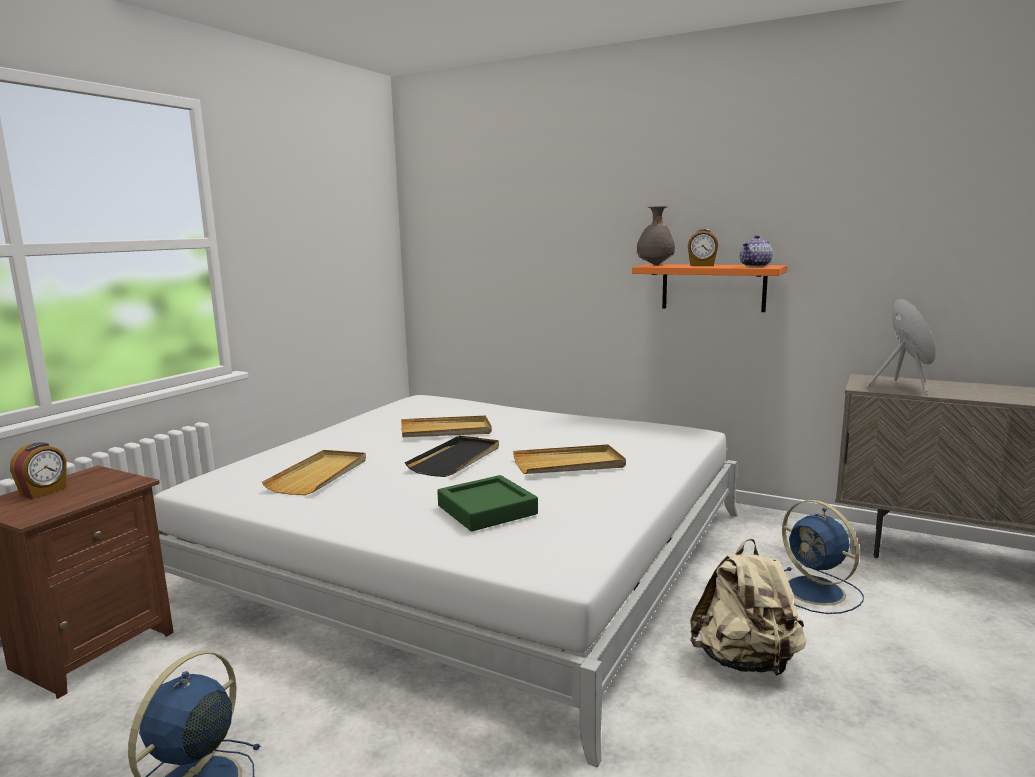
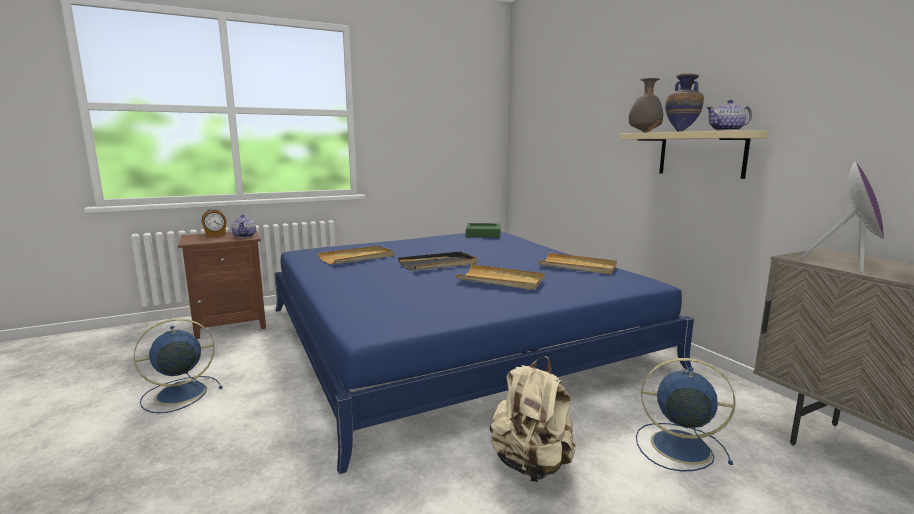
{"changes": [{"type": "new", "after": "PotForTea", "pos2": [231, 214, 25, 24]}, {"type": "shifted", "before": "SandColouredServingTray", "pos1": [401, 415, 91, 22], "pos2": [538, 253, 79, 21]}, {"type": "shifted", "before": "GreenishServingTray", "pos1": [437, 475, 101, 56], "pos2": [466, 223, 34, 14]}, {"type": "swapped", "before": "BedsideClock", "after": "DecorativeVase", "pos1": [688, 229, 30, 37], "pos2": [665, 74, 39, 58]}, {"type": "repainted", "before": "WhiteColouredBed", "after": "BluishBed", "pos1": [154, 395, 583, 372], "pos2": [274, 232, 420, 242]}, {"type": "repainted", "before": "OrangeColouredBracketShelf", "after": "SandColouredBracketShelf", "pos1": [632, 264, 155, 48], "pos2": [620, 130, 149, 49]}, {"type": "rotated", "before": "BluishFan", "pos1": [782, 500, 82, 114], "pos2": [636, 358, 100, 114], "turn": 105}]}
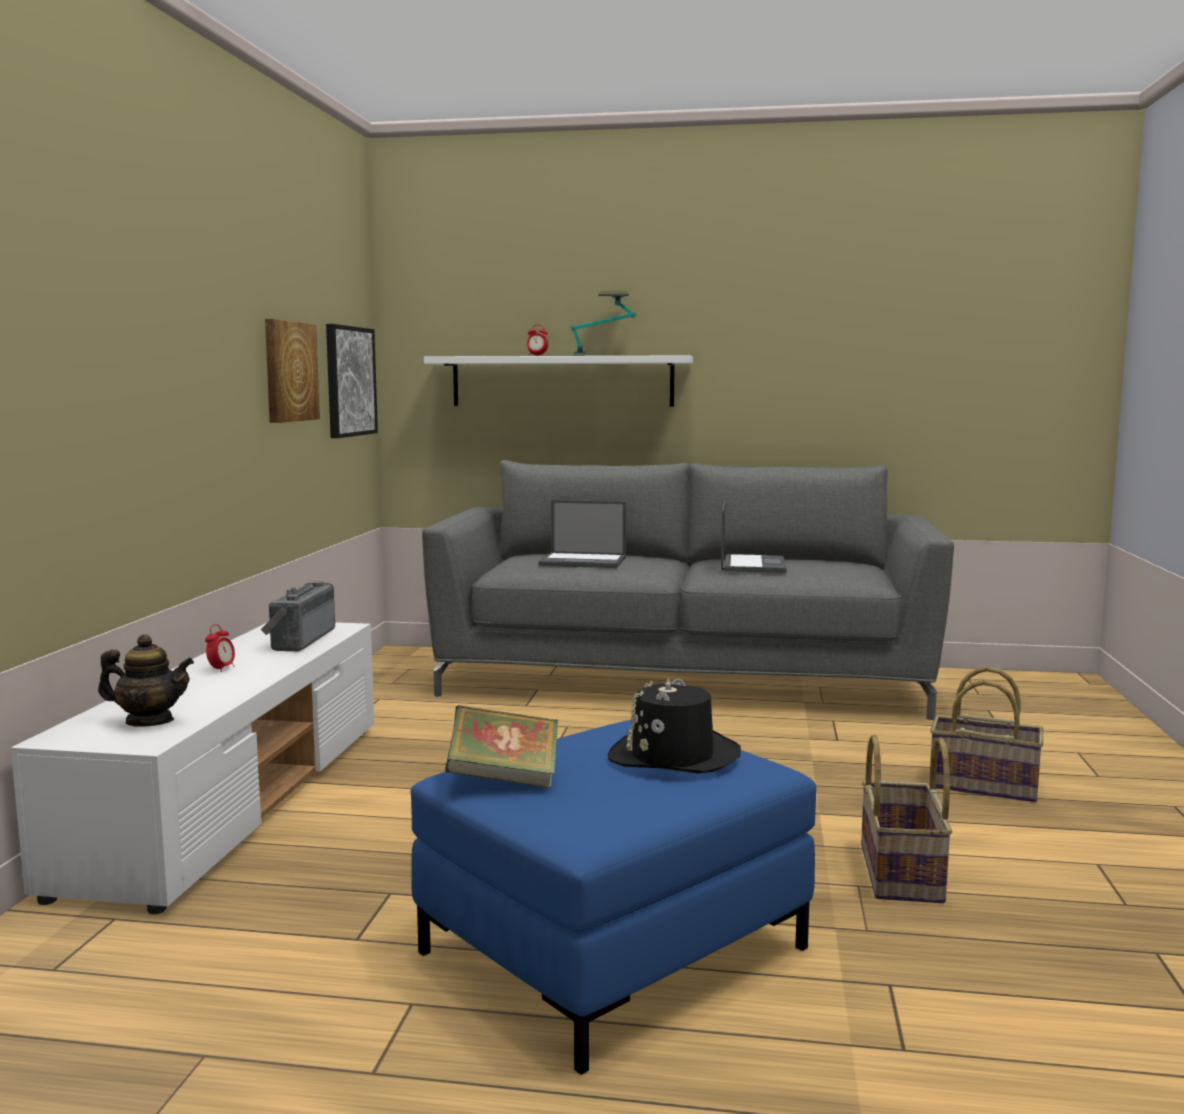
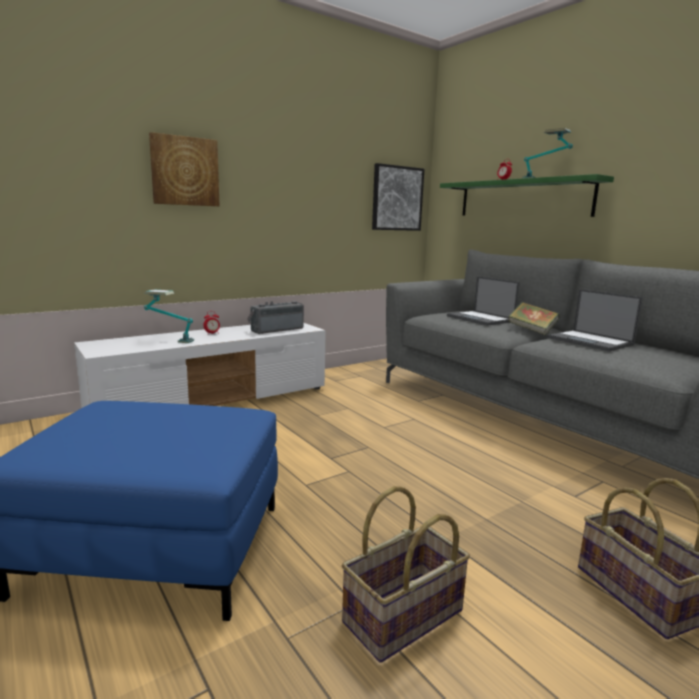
{"changes": [{"type": "gone", "before": "PotForTea", "pos1": [98, 634, 96, 93]}, {"type": "gone", "before": "BlackWearableHat", "pos1": [608, 677, 133, 96]}, {"type": "new", "after": "TabletopLamp", "pos2": [144, 289, 50, 54]}, {"type": "shifted", "before": "WallPicture", "pos1": [265, 319, 55, 104], "pos2": [149, 132, 71, 74]}, {"type": "shifted", "before": "BoundBook", "pos1": [445, 705, 113, 83], "pos2": [508, 302, 52, 33]}, {"type": "repainted", "before": "WhiteColouredBracketShelf", "after": "GreenishBracketShelf", "pos1": [424, 355, 269, 52], "pos2": [440, 174, 174, 43]}, {"type": "rotated", "before": "NotebookComputer", "pos1": [721, 501, 65, 72], "pos2": [547, 289, 96, 63], "turn": 90}]}
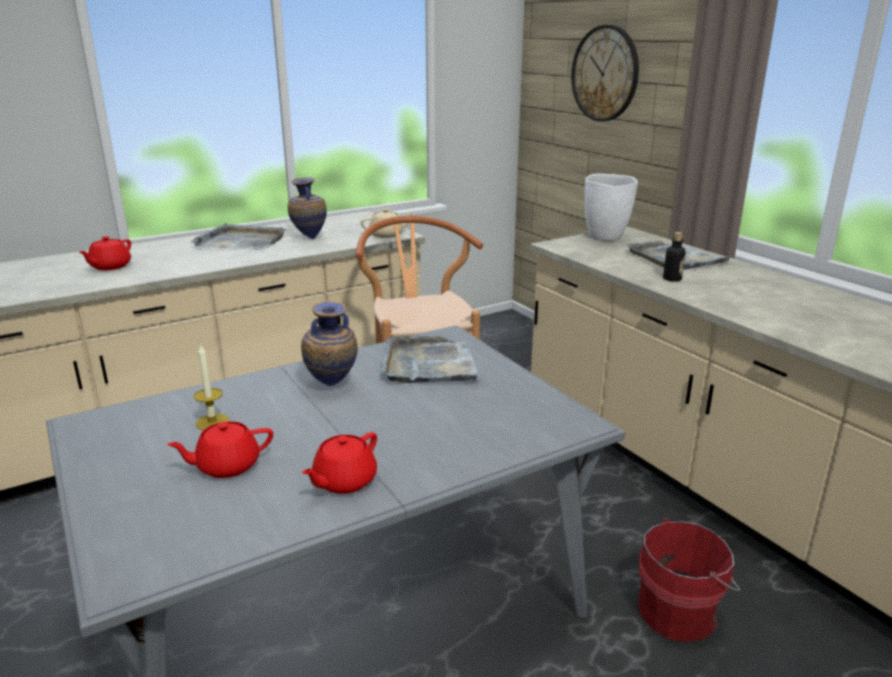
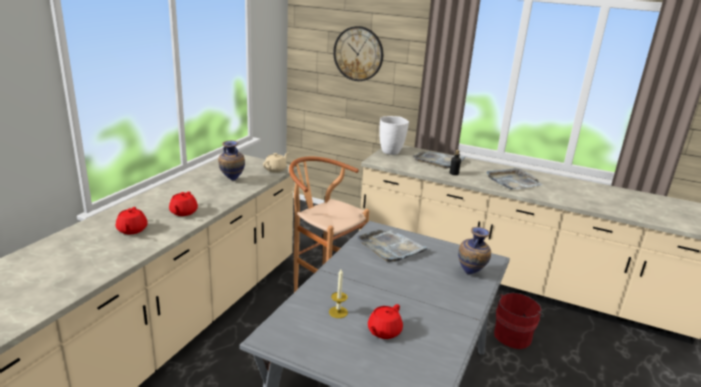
{"changes": [{"type": "shifted", "before": "GreyServingTray", "pos1": [190, 223, 96, 27], "pos2": [486, 168, 57, 21]}, {"type": "shifted", "before": "DecorativeVase", "pos1": [301, 301, 57, 85], "pos2": [458, 227, 33, 47]}, {"type": "shifted", "before": "RedPotForTea", "pos1": [302, 432, 75, 62], "pos2": [169, 191, 29, 25]}]}
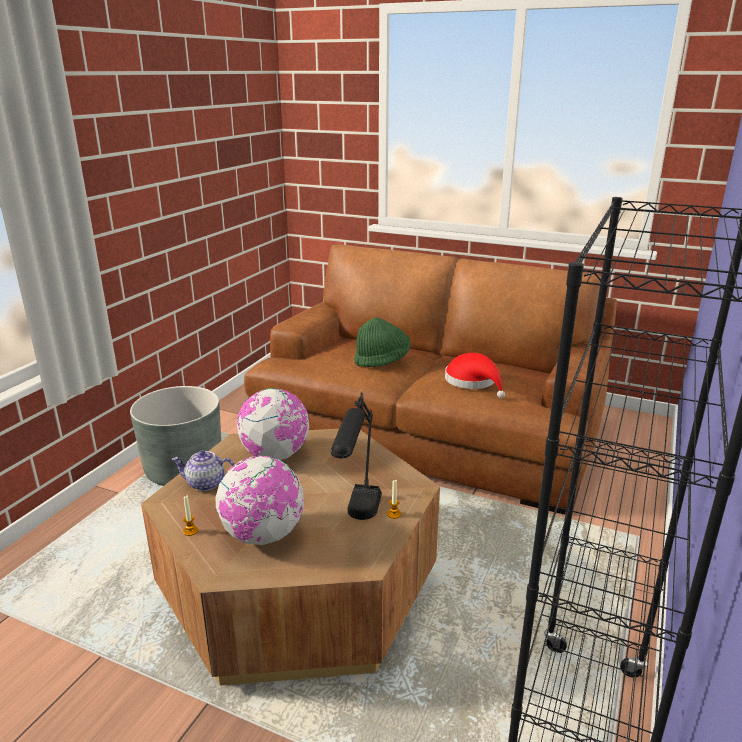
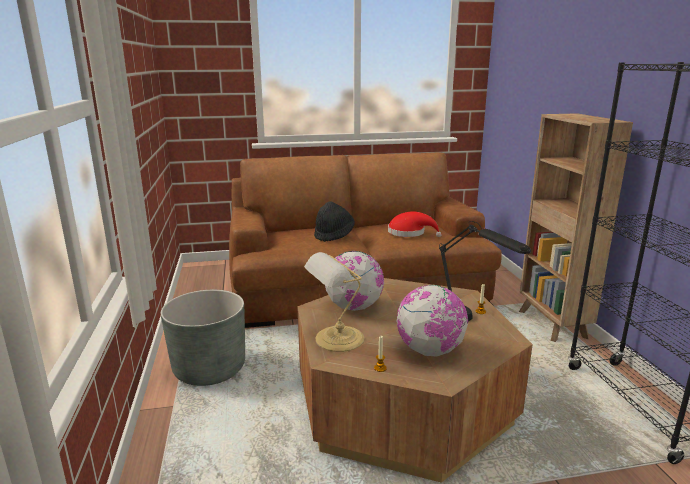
{"changes": [{"type": "new", "after": "BrownishBookcase", "pos2": [519, 113, 114, 229]}, {"type": "swapped", "before": "PotForTea", "after": "TabletopLamp", "pos1": [171, 450, 64, 41], "pos2": [304, 252, 60, 100]}, {"type": "repainted", "before": "GreenishWearableHat", "after": "BlackWearableHat", "pos1": [354, 317, 57, 50], "pos2": [314, 202, 41, 40]}]}
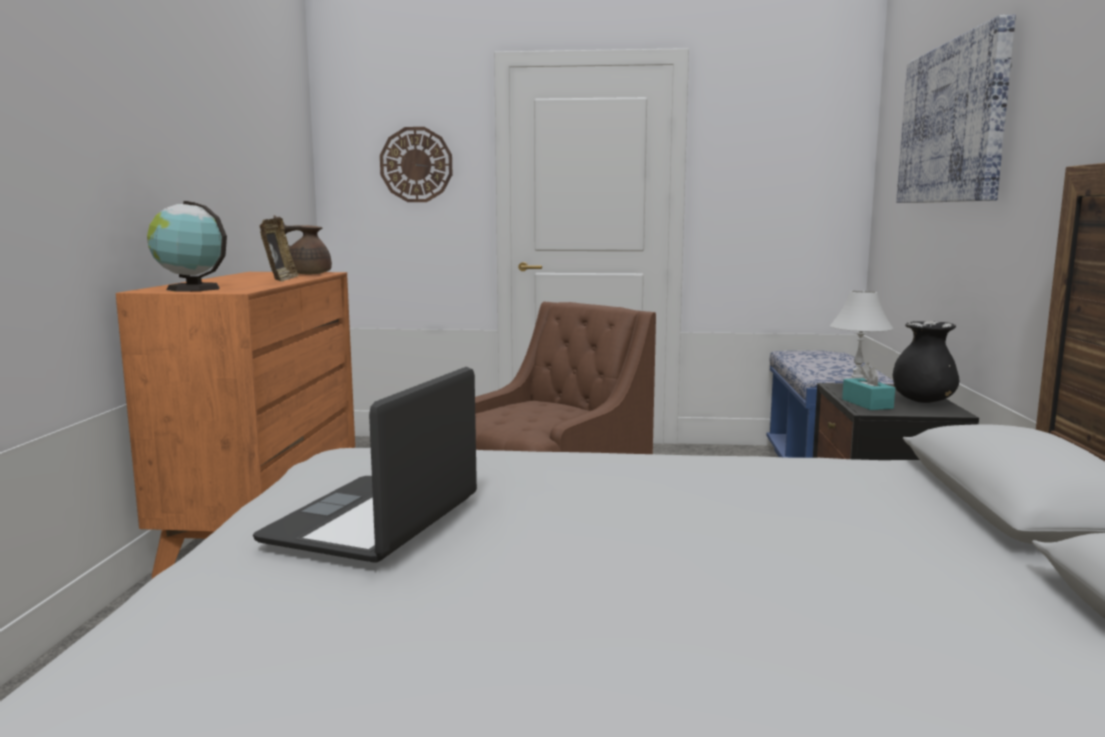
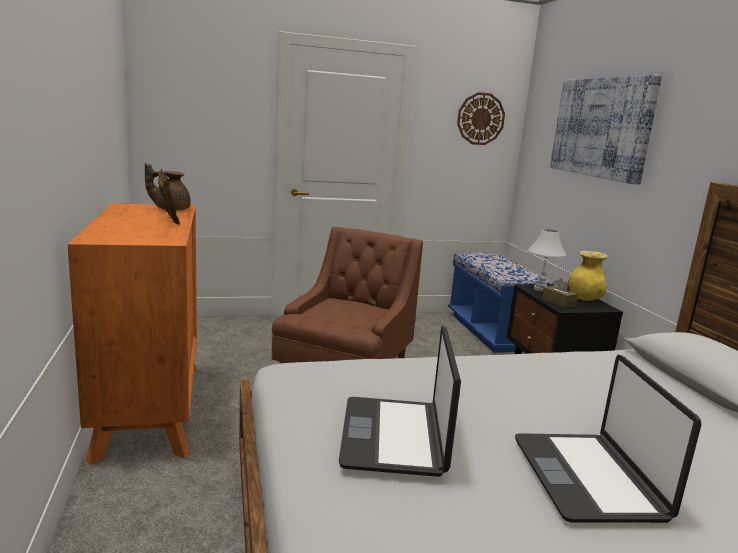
{"changes": [{"type": "gone", "before": "Globe", "pos1": [147, 201, 80, 91]}, {"type": "new", "after": "NotebookComputer", "pos2": [515, 355, 186, 168]}, {"type": "shifted", "before": "ClockOnTheWall", "pos1": [380, 127, 73, 75], "pos2": [457, 92, 48, 53]}, {"type": "repainted", "before": "TurquoiseBoxOfTissues", "after": "BrownishBoxOfTissues", "pos1": [842, 363, 53, 47], "pos2": [542, 278, 36, 30]}, {"type": "repainted", "before": "BlackDecorativeVase", "after": "YellowishDecorativeVase", "pos1": [893, 321, 66, 82], "pos2": [568, 251, 40, 50]}]}
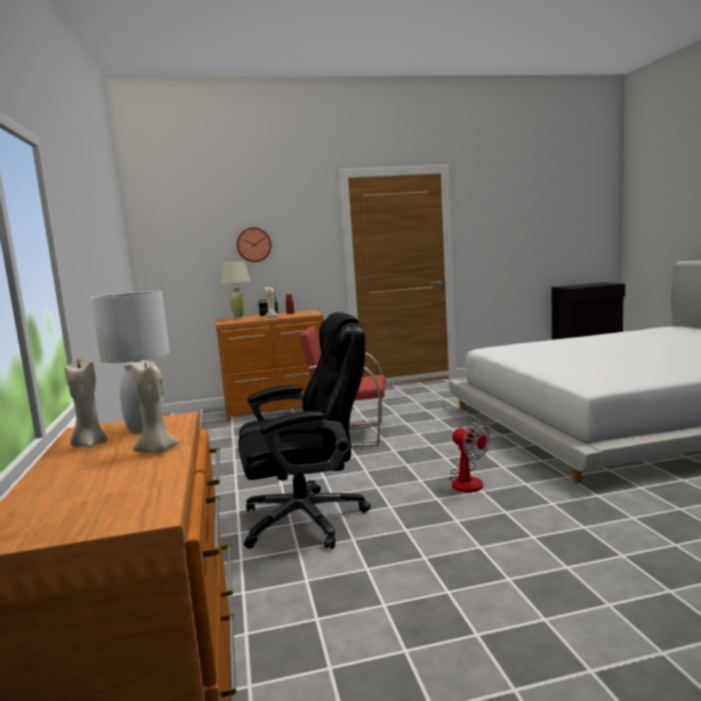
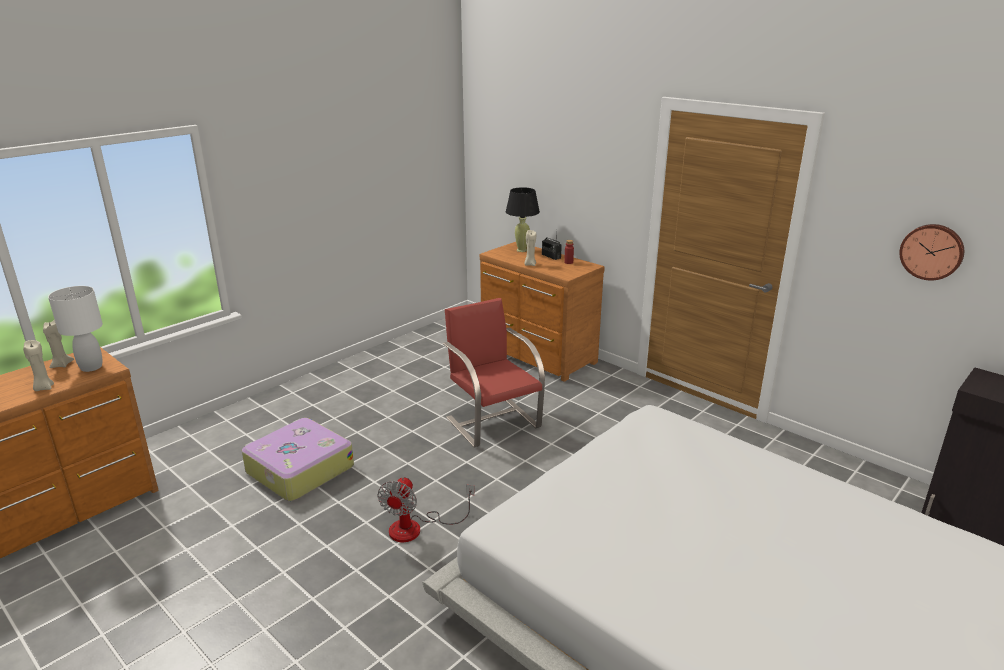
{"changes": [{"type": "shifted", "before": "ClockOnTheWall", "pos1": [237, 227, 34, 35], "pos2": [899, 224, 65, 56]}, {"type": "swapped", "before": "BlackDeskChair", "after": "Suitcase", "pos1": [238, 312, 133, 237], "pos2": [242, 418, 112, 83]}, {"type": "repainted", "before": "SandColouredTabletopLamp", "after": "BlackTabletopLamp", "pos1": [220, 262, 31, 57], "pos2": [506, 187, 34, 65]}]}
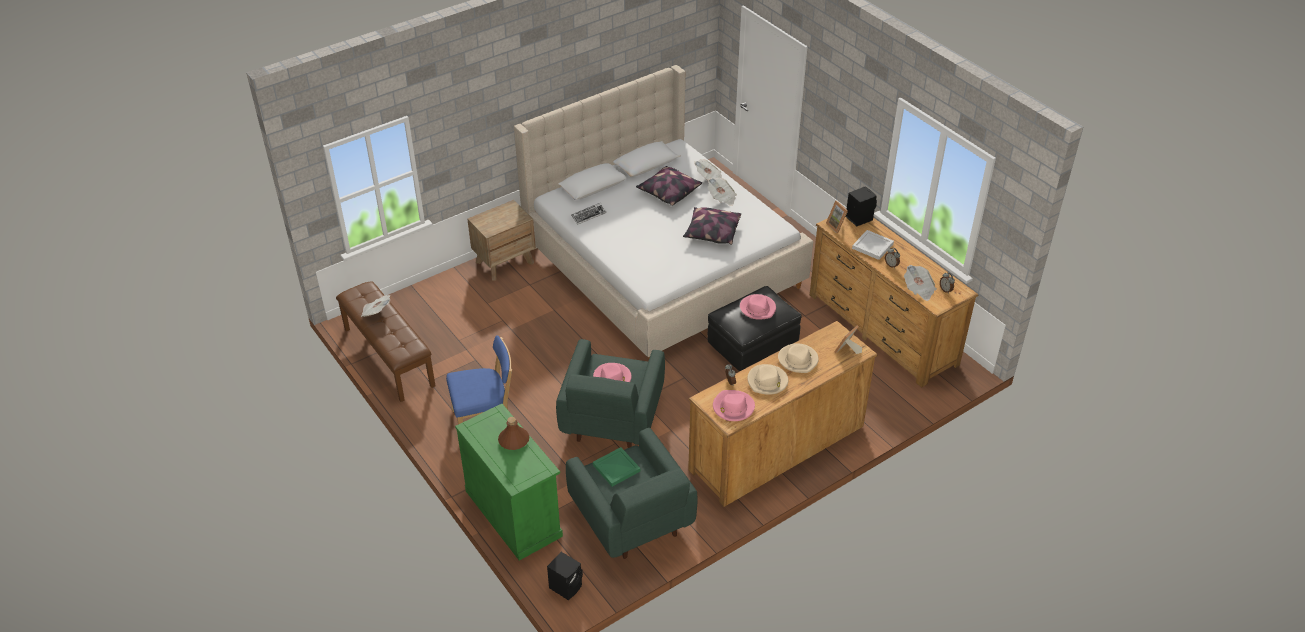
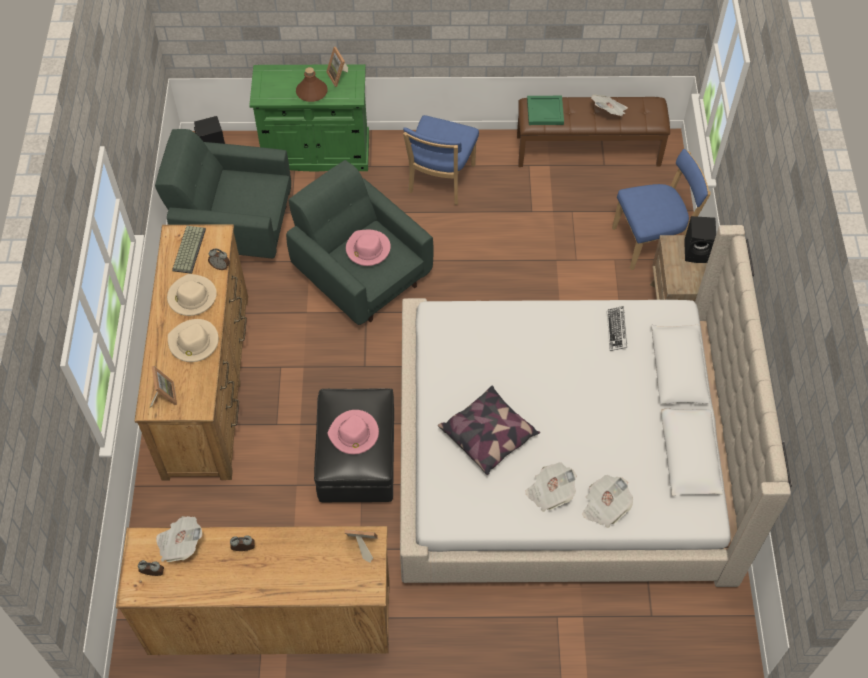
{"changes": [{"type": "gone", "before": "Cushion", "pos1": [636, 166, 66, 40]}, {"type": "gone", "before": "WhiteColouredServingTray", "pos1": [852, 230, 42, 30]}, {"type": "new", "after": "StandingFrame", "pos2": [326, 47, 22, 40]}, {"type": "new", "after": "BluishUprightChair", "pos2": [612, 149, 99, 121]}, {"type": "shifted", "before": "GreenishServingTray", "pos1": [593, 447, 47, 40], "pos2": [527, 96, 37, 29]}, {"type": "shifted", "before": "BlackSpeaker", "pos1": [846, 187, 31, 39], "pos2": [684, 216, 32, 47]}, {"type": "swapped", "before": "PinkColouredWearableHat", "after": "ComputerKeyboard", "pos1": [713, 390, 42, 31], "pos2": [172, 226, 34, 48]}]}
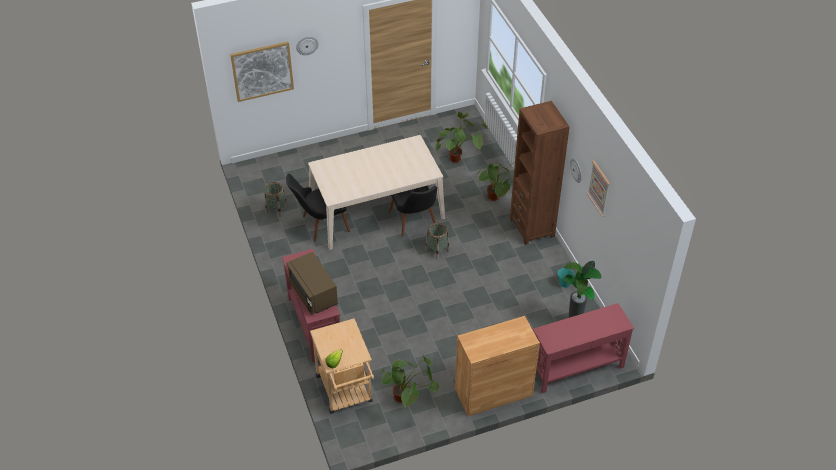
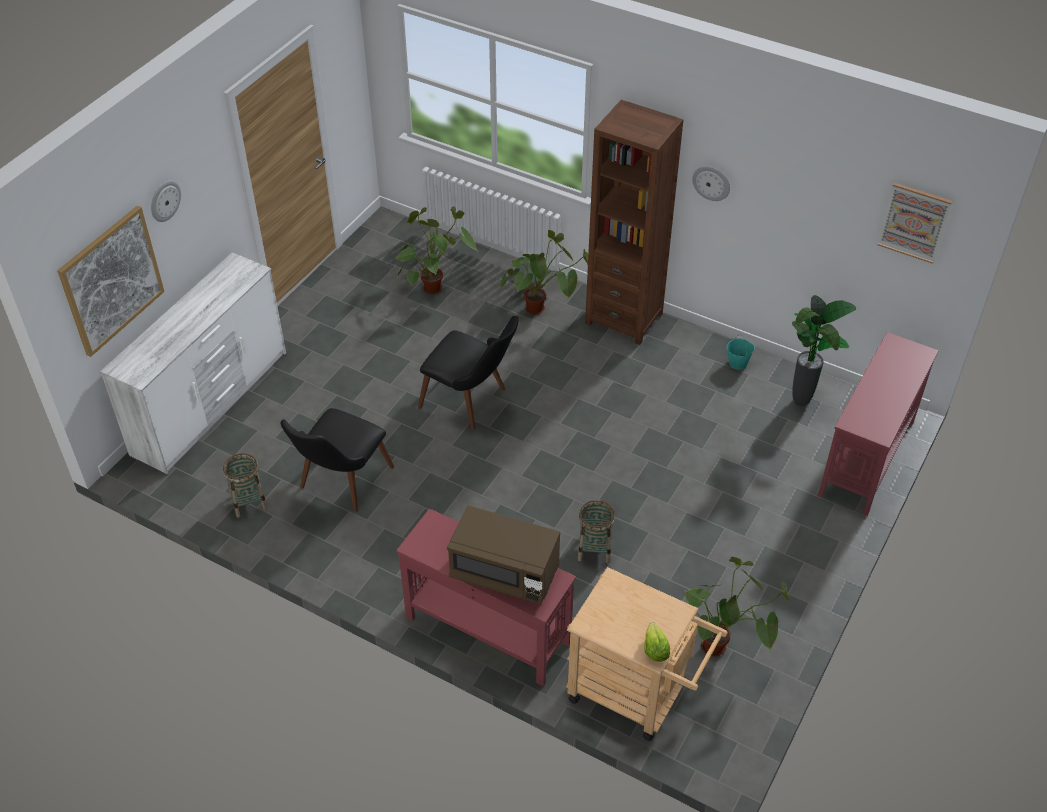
{"changes": [{"type": "gone", "before": "SandColouredKitchenTable", "pos1": [308, 135, 137, 115]}, {"type": "gone", "before": "BrownishCabinet", "pos1": [455, 316, 85, 100]}, {"type": "new", "after": "WhiteColouredDresser", "pos2": [100, 252, 186, 222]}, {"type": "shifted", "before": "StorageBasket", "pos1": [425, 223, 24, 36], "pos2": [578, 500, 37, 63]}, {"type": "shifted", "before": "WallPicture", "pos1": [587, 160, 23, 57], "pos2": [877, 183, 75, 81]}]}
